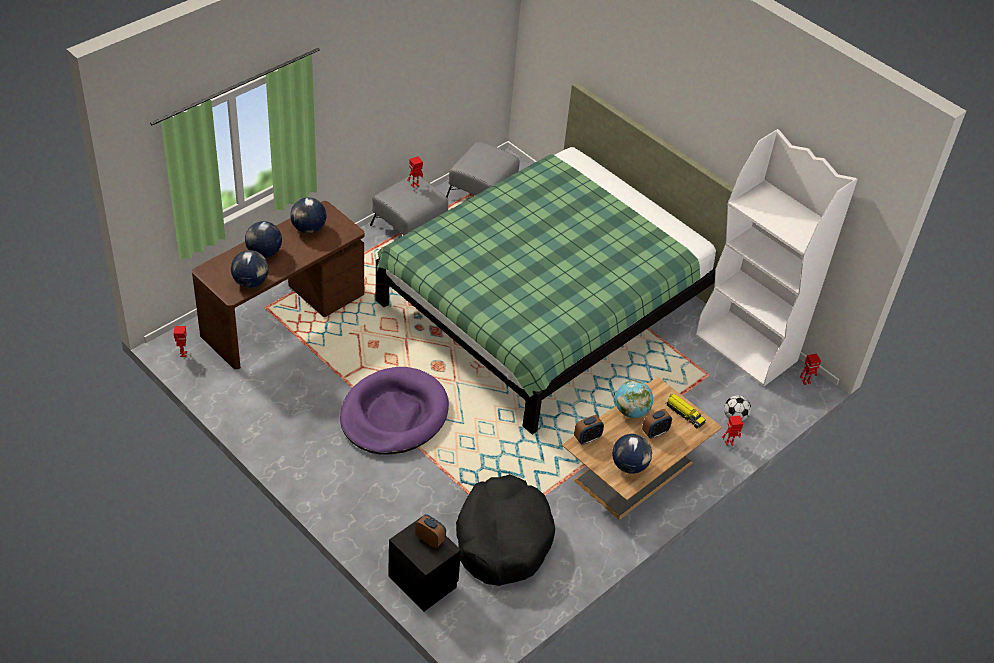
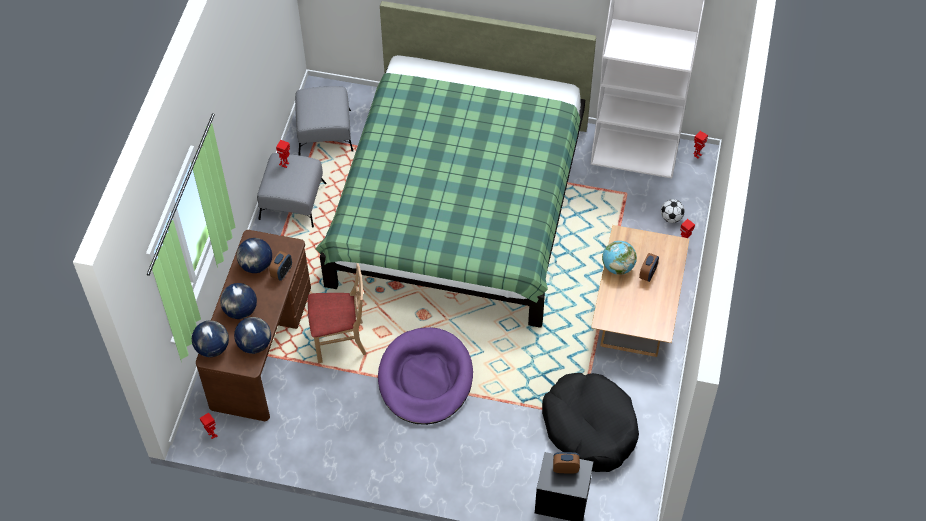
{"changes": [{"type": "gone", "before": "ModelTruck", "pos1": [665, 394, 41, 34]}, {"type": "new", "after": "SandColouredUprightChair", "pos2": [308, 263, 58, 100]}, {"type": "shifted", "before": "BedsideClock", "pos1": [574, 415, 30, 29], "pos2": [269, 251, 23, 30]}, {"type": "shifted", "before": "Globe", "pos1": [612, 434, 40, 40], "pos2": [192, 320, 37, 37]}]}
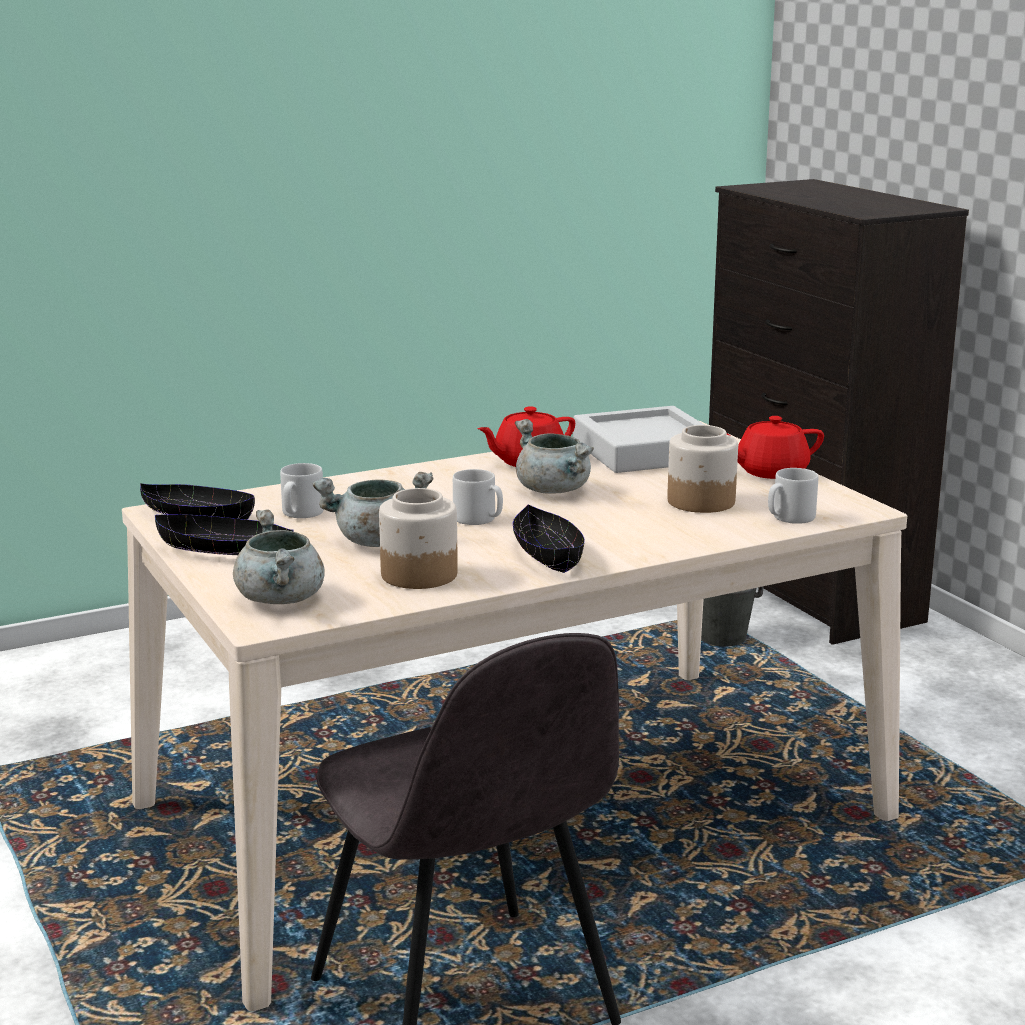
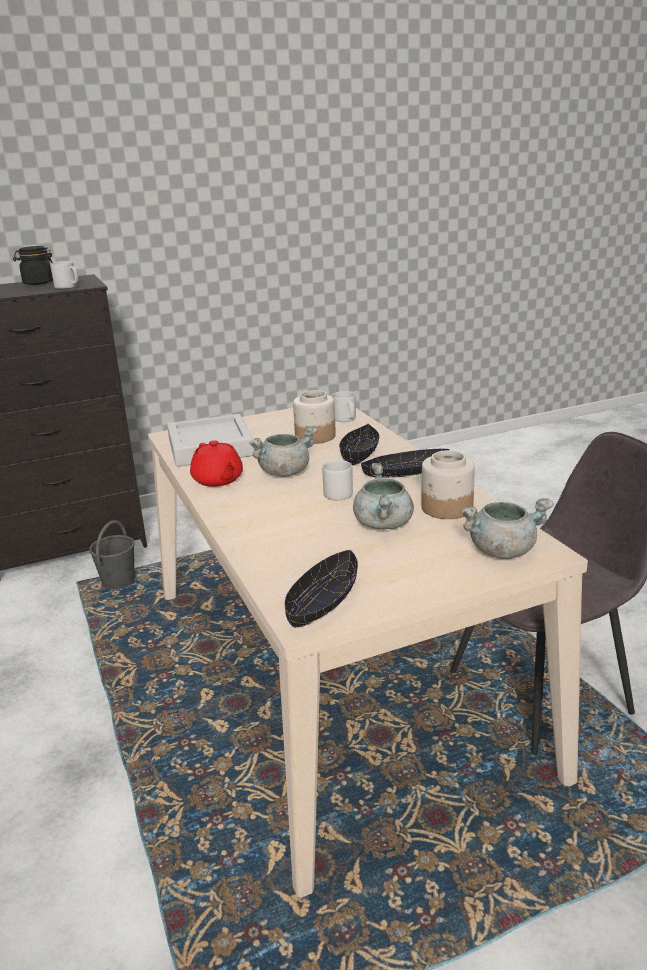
{"changes": [{"type": "gone", "before": "RedPotForTea", "pos1": [726, 416, 98, 63]}, {"type": "new", "after": "BlackStorageJar", "pos2": [13, 246, 40, 39]}, {"type": "shifted", "before": "BlackDeepDish", "pos1": [155, 514, 139, 41], "pos2": [339, 424, 40, 42]}, {"type": "shifted", "before": "GreyCoffeeMug", "pos1": [280, 463, 44, 55], "pos2": [50, 261, 28, 28]}]}
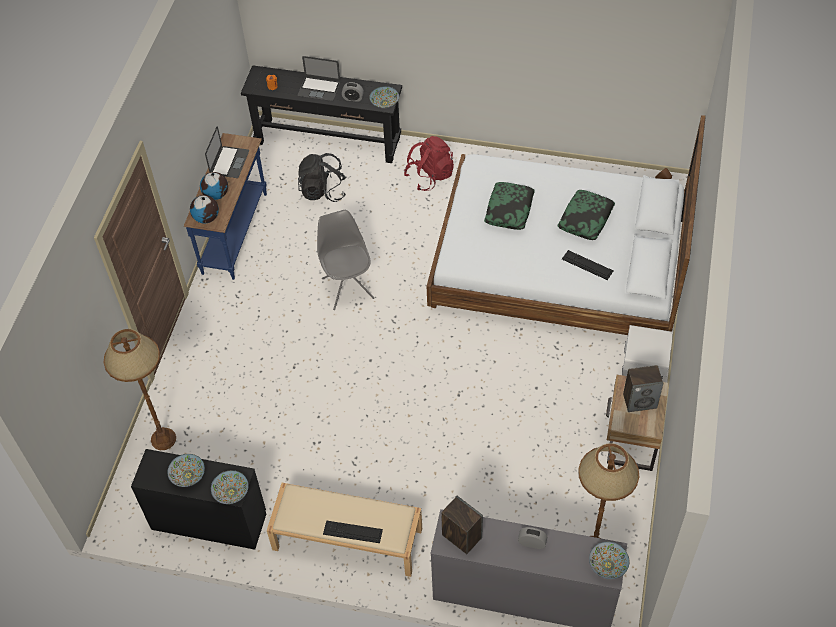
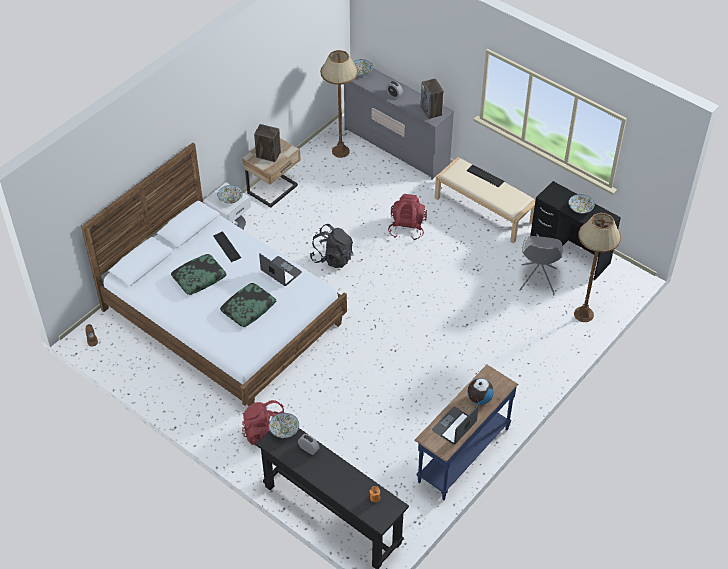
{"changes": [{"type": "gone", "before": "Globe", "pos1": [190, 195, 29, 29]}, {"type": "new", "after": "RedRucksack", "pos2": [388, 194, 39, 47]}, {"type": "shifted", "before": "DeepDish", "pos1": [211, 470, 38, 34], "pos2": [217, 185, 26, 19]}, {"type": "shifted", "before": "NotebookComputer", "pos1": [298, 56, 42, 45], "pos2": [259, 253, 43, 33]}, {"type": "shifted", "before": "BlackRucksack", "pos1": [298, 153, 48, 49], "pos2": [310, 224, 43, 44]}, {"type": "shifted", "before": "GreyUprightChair", "pos1": [317, 210, 57, 100], "pos2": [519, 236, 44, 58]}]}
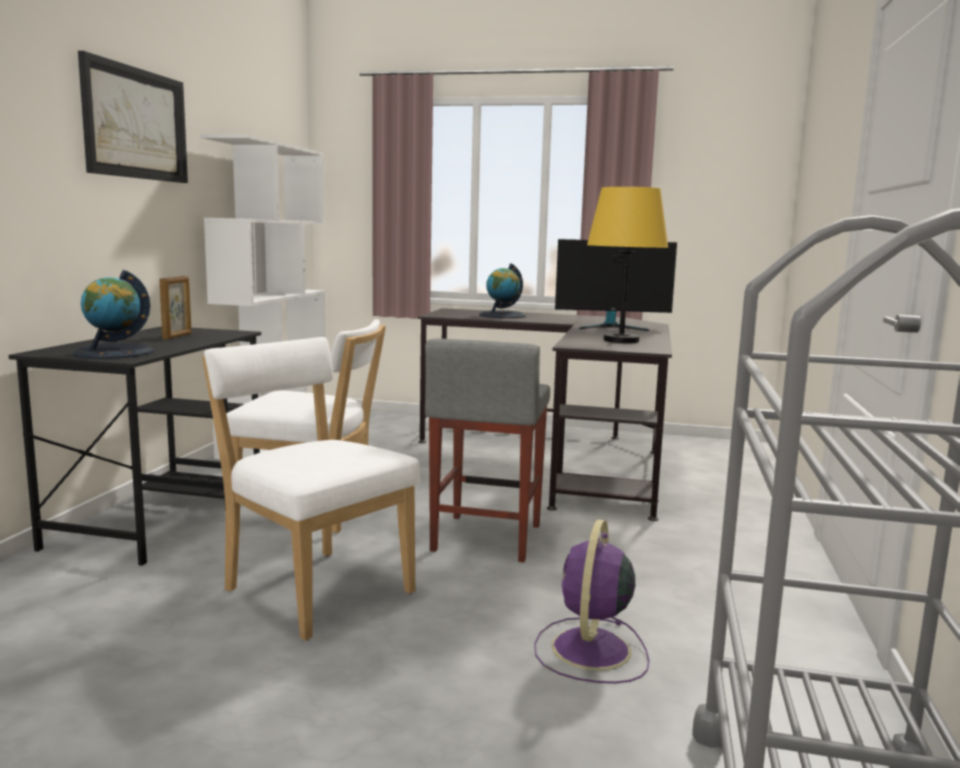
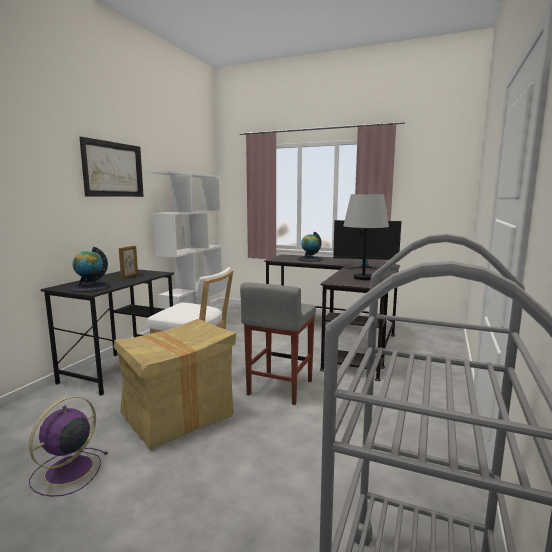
{"changes": [{"type": "shifted", "before": "PurplishFan", "pos1": [534, 519, 115, 164], "pos2": [29, 396, 78, 101]}, {"type": "swapped", "before": "WhiteColouredUprightChair", "after": "PackingBox", "pos1": [202, 337, 218, 304], "pos2": [114, 319, 122, 131]}, {"type": "repainted", "before": "YellowishTabletopLamp", "after": "GreyTabletopLamp", "pos1": [587, 186, 81, 157], "pos2": [343, 193, 46, 87]}]}
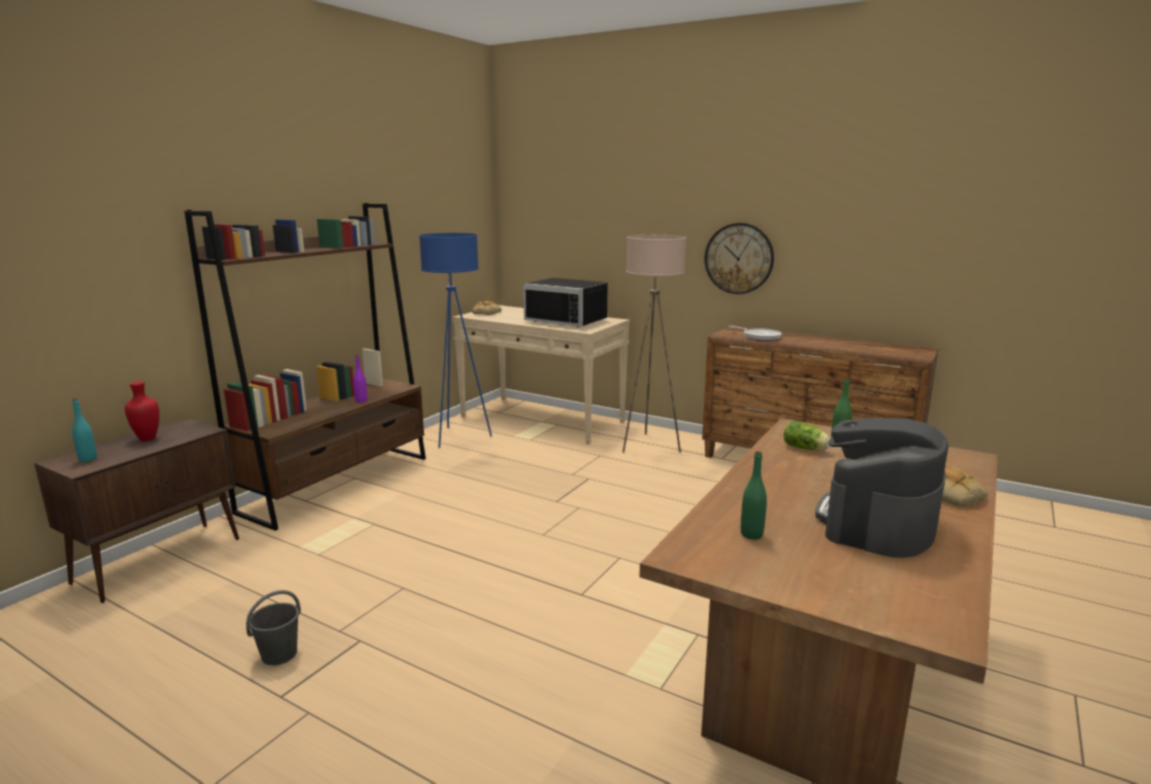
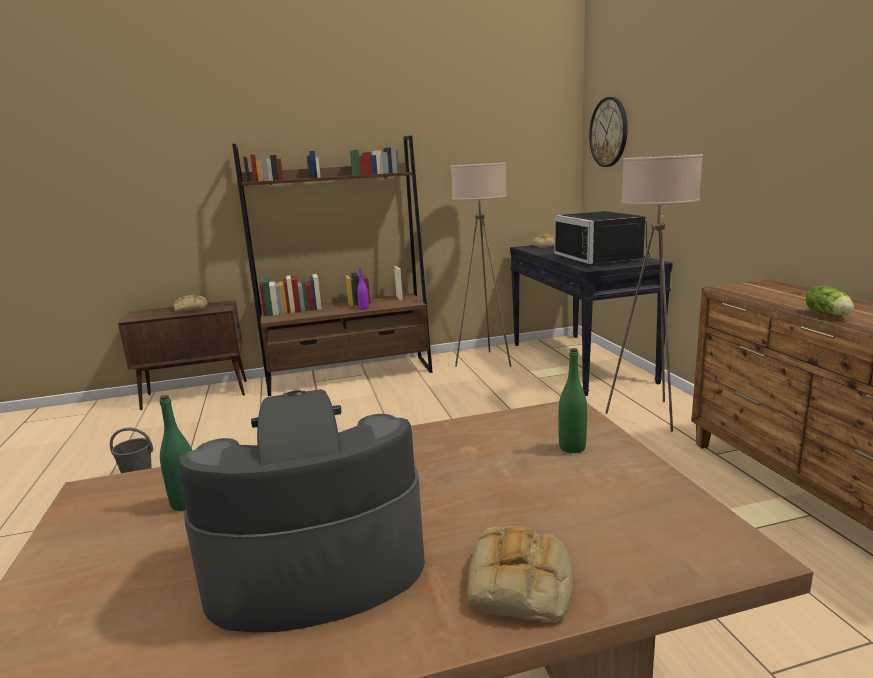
{"changes": [{"type": "gone", "before": "TurquoiseBeverageBottle", "pos1": [72, 398, 25, 64]}, {"type": "gone", "before": "FryingPan", "pos1": [729, 326, 53, 15]}, {"type": "shifted", "before": "ClockOnTheWall", "pos1": [705, 223, 69, 71], "pos2": [589, 97, 39, 70]}, {"type": "shifted", "before": "Lettuce", "pos1": [784, 421, 46, 29], "pos2": [805, 285, 49, 31]}, {"type": "swapped", "before": "RedDecorativeVase", "after": "Bread", "pos1": [125, 381, 35, 60], "pos2": [174, 295, 34, 17]}, {"type": "repainted", "before": "BluishFloorLamp", "after": "SandColouredFloorLamp", "pos1": [419, 233, 73, 215], "pos2": [451, 162, 61, 205]}, {"type": "repainted", "before": "SandColouredHallTable", "after": "BlackHallTable", "pos1": [452, 305, 178, 140], "pos2": [510, 245, 163, 151]}]}
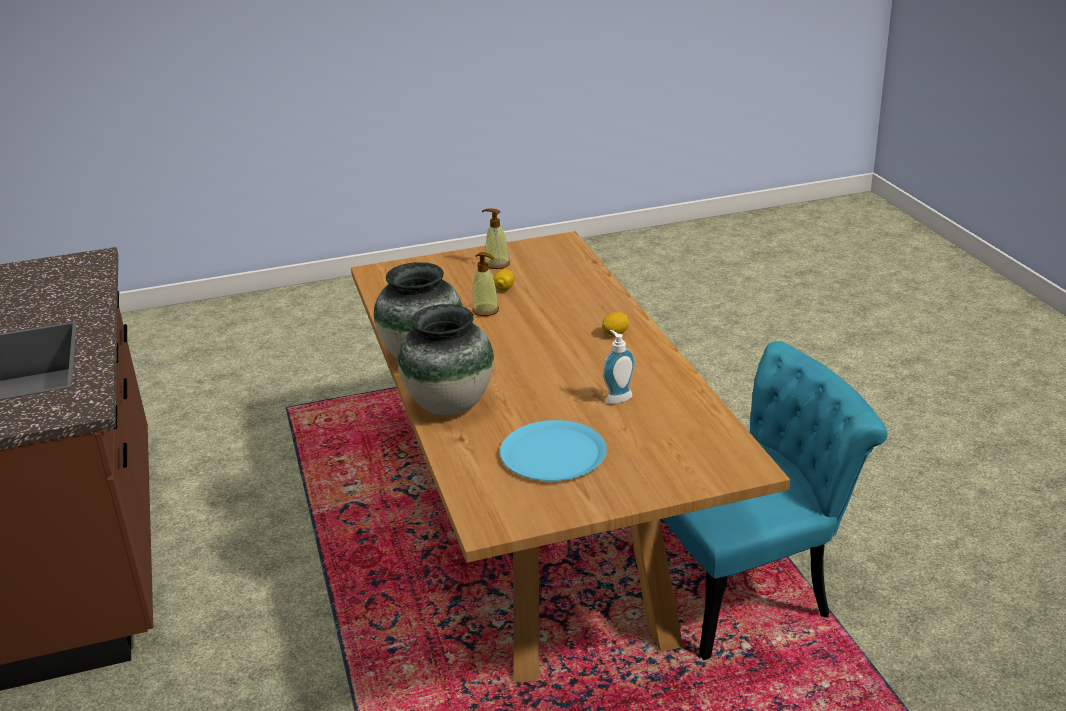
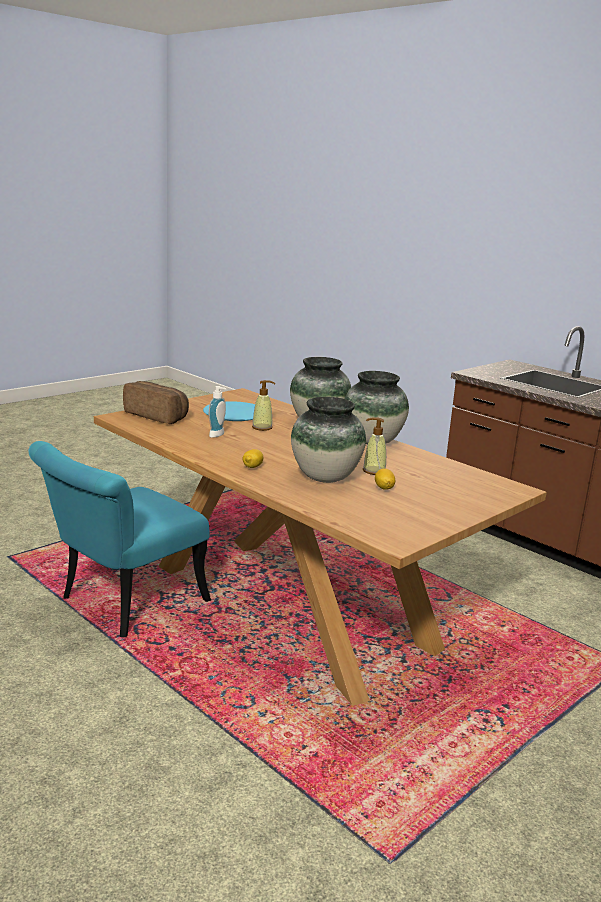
{"changes": [{"type": "new", "after": "Bread", "pos2": [123, 381, 66, 43]}, {"type": "new", "after": "DecorativeVase", "pos2": [291, 397, 75, 86]}, {"type": "shifted", "before": "SoapBottle", "pos1": [482, 208, 28, 61], "pos2": [252, 380, 23, 51]}]}
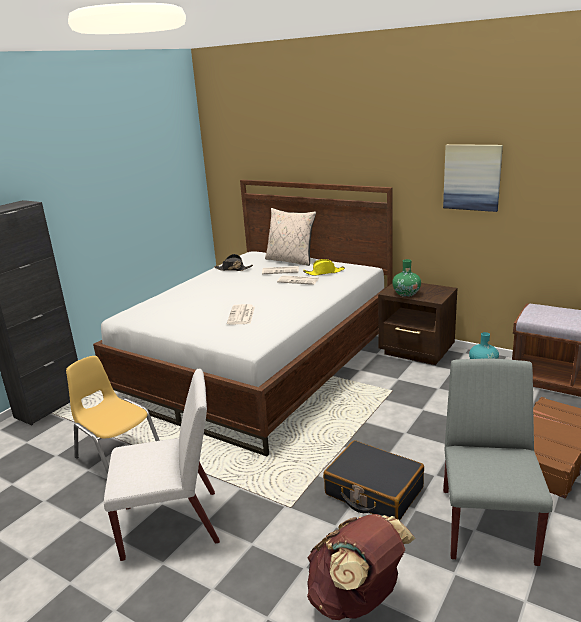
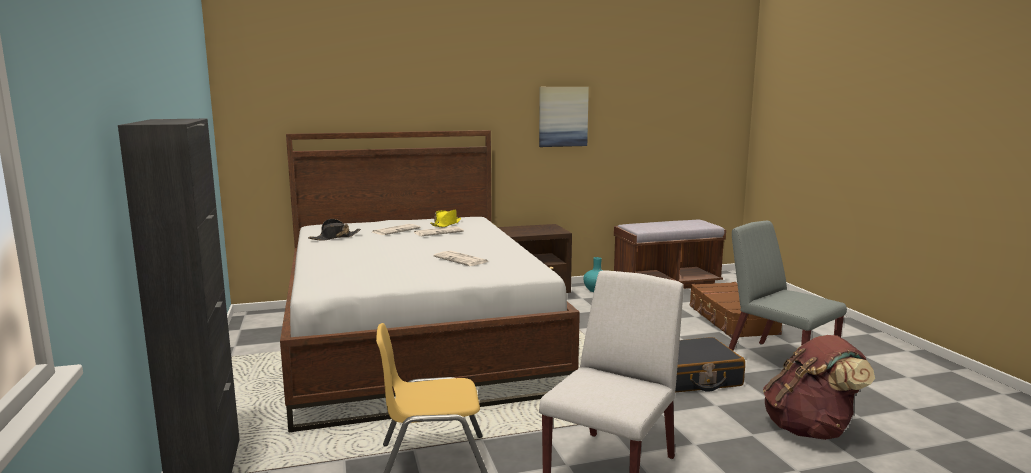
{"changes": [{"type": "gone", "before": "SandColouredCushion", "pos1": [265, 208, 51, 58]}, {"type": "gone", "before": "GreenishDecorativeVase", "pos1": [392, 259, 29, 38]}]}
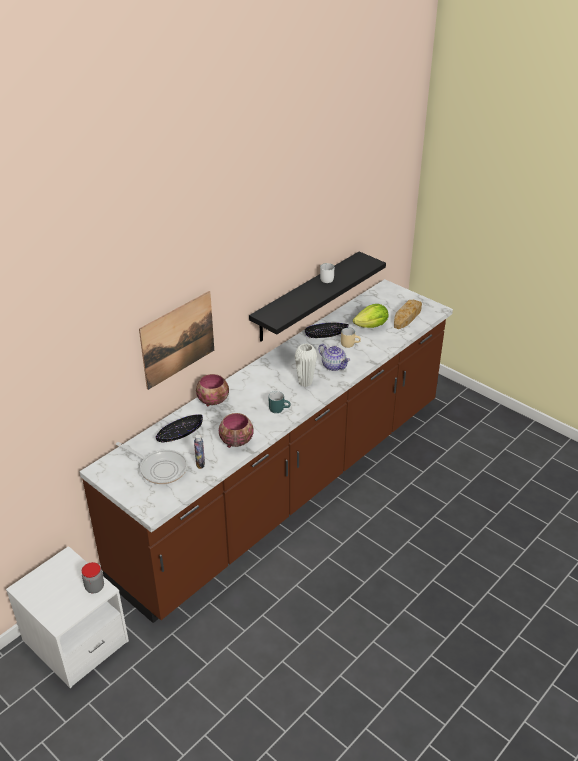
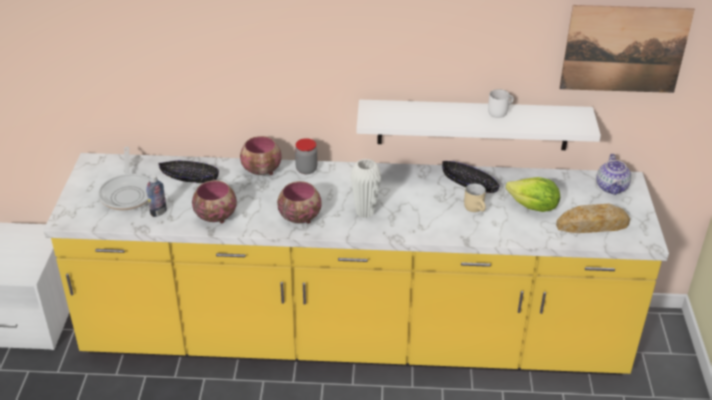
{"changes": [{"type": "shifted", "before": "StorageJar", "pos1": [82, 562, 22, 31], "pos2": [295, 138, 23, 36]}, {"type": "shifted", "before": "WallPicture", "pos1": [139, 291, 75, 99], "pos2": [559, 5, 136, 88]}, {"type": "shifted", "before": "PotForTea", "pos1": [318, 344, 32, 27], "pos2": [597, 154, 34, 41]}, {"type": "swapped", "before": "TurquoiseCoffeeMug", "after": "DeepDish", "pos1": [269, 391, 22, 22], "pos2": [277, 181, 45, 43]}, {"type": "repainted", "before": "BrownishKitchenBaseUnit", "after": "YellowishKitchenBaseUnit", "pos1": [80, 279, 373, 344], "pos2": [43, 153, 626, 222]}, {"type": "repainted", "before": "BlackBracketShelf", "after": "WhiteColouredBracketShelf", "pos1": [249, 251, 137, 91], "pos2": [357, 100, 244, 50]}]}
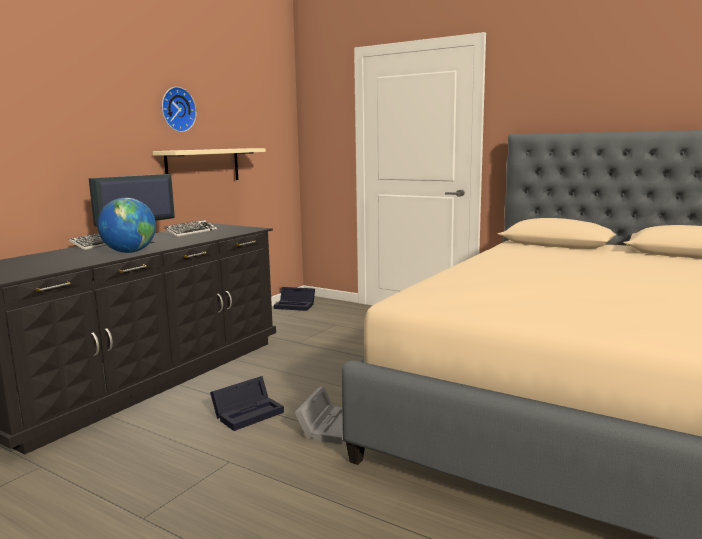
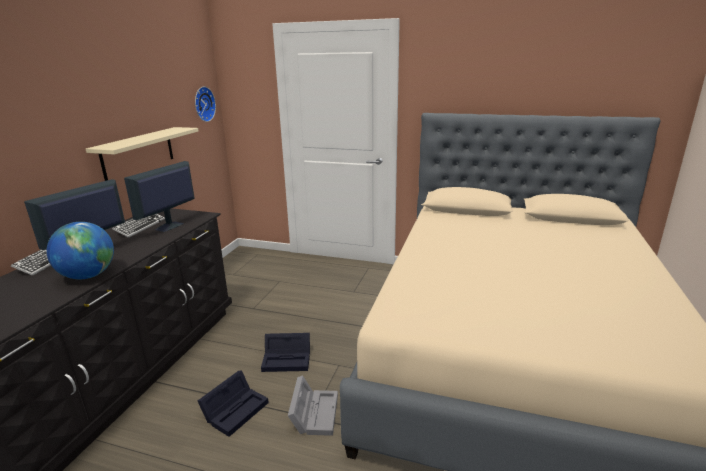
{"changes": [{"type": "new", "after": "ComputerScreen", "pos2": [124, 161, 71, 71]}, {"type": "shifted", "before": "ClockOnTheWall", "pos1": [162, 87, 35, 45], "pos2": [195, 86, 21, 36]}, {"type": "shifted", "before": "BlackStorageBin", "pos1": [274, 287, 41, 24], "pos2": [261, 333, 49, 39]}]}
